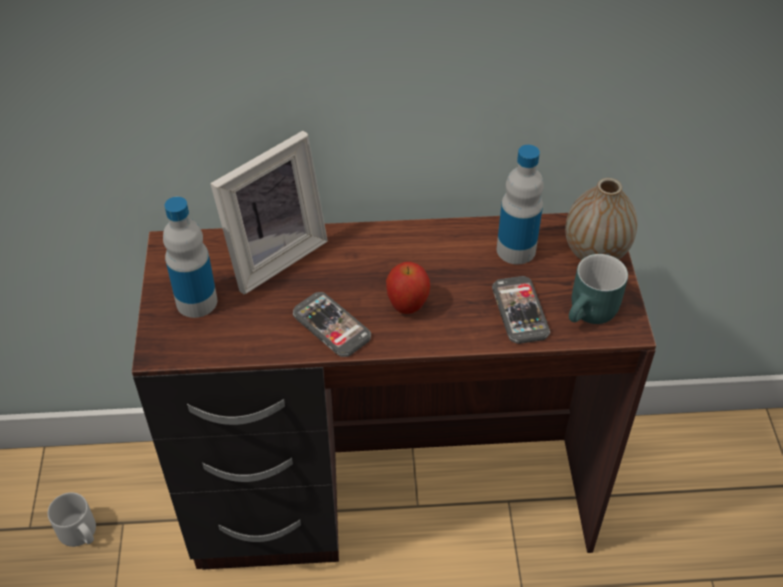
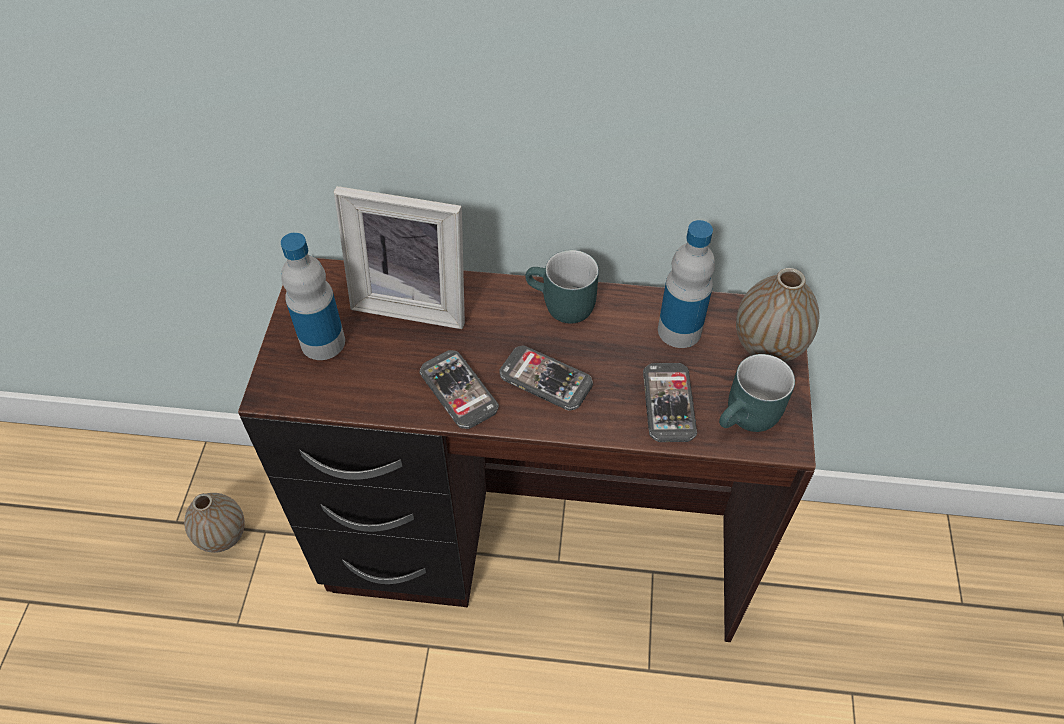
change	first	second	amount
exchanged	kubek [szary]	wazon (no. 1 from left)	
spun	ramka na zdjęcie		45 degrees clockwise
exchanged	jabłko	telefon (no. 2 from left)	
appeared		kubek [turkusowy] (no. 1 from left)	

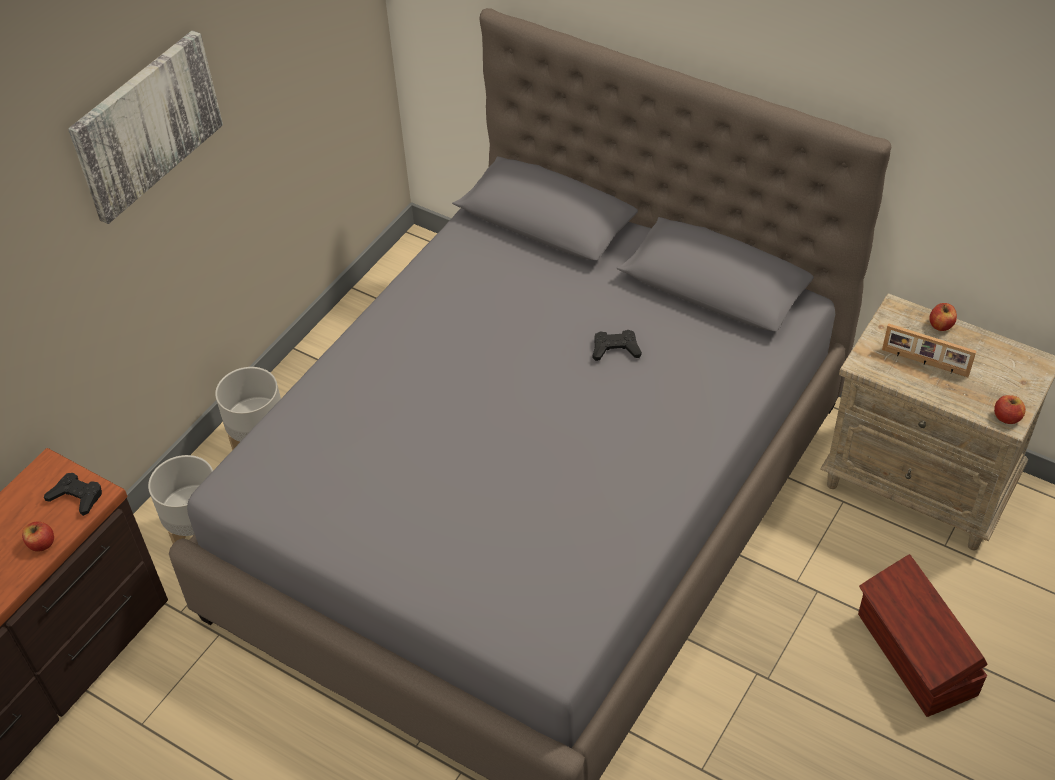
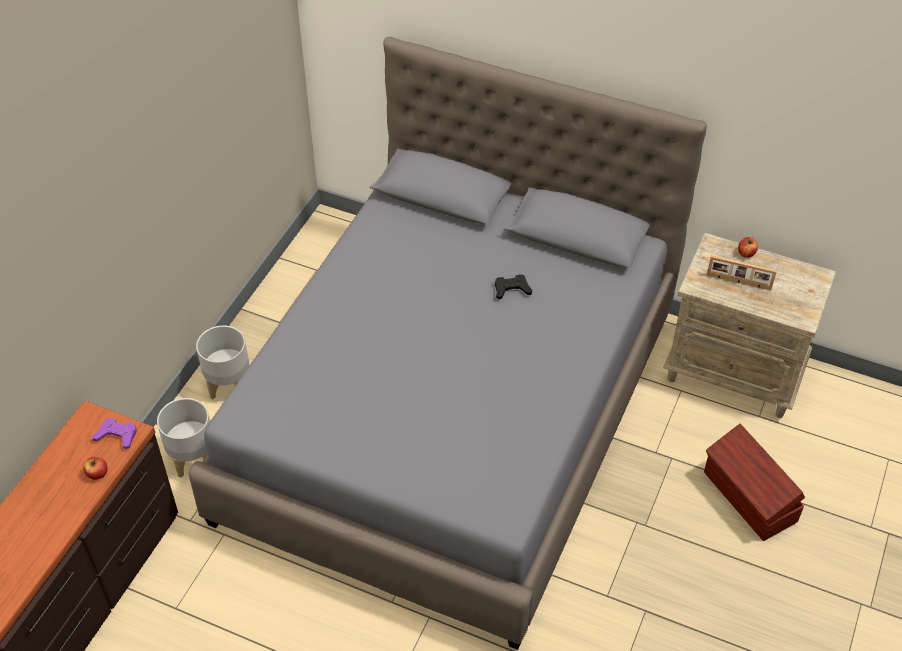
change	first	second	amount
colour	pad do gier [czarny] (no. 1 from left)	pad do gier [fioletowy]	
missing	obraz		
missing	jabłko (no. 3 from left)		

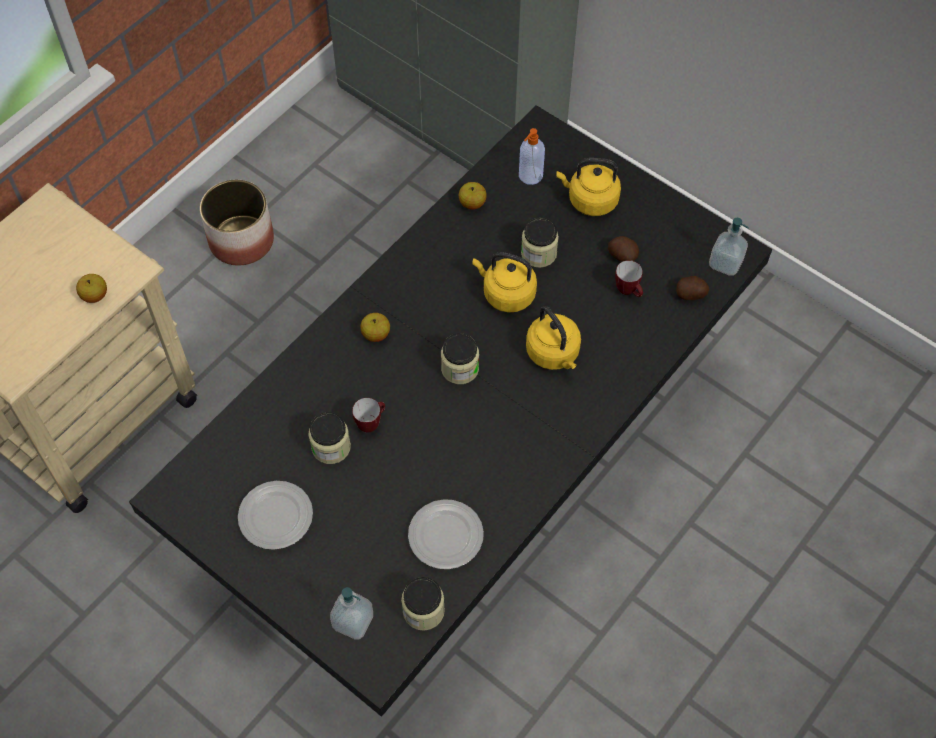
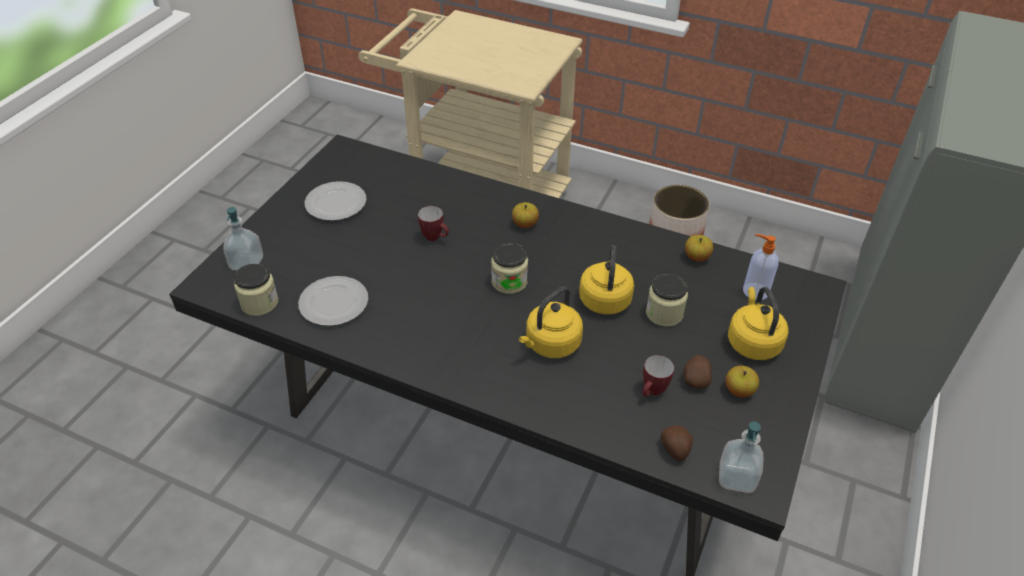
change	first	second	amount
relocated	jabłko (no. 1 from left in the first image)	jabłko (no. 3 from left)	
missing	słoik (no. 1 from left)		

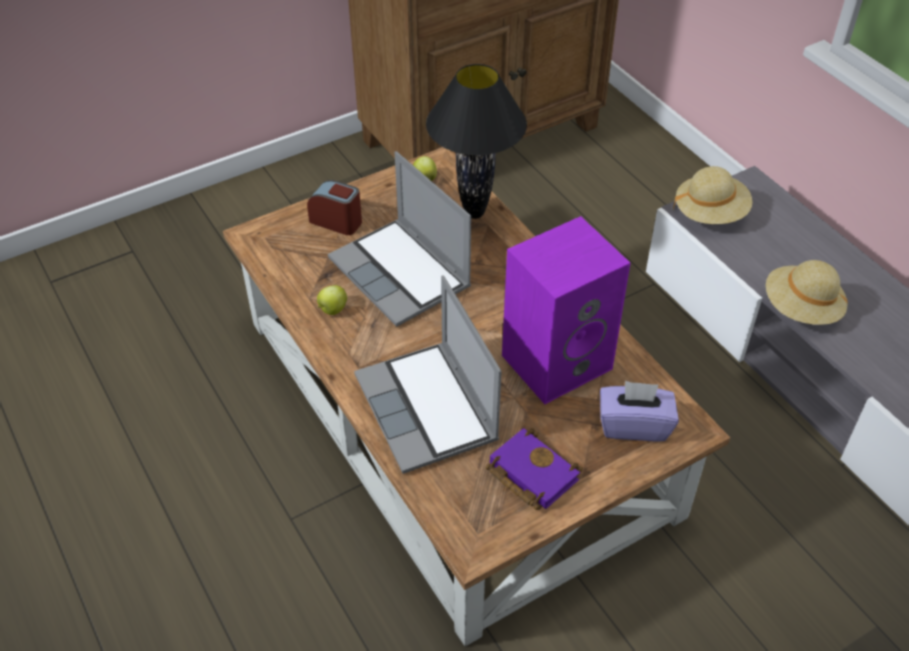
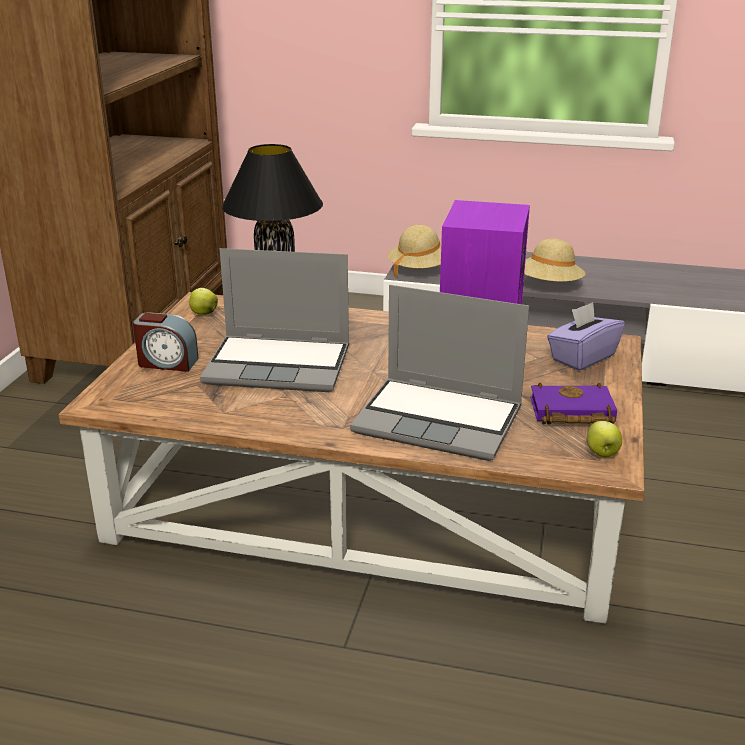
change	first	second	amount
spun	budzik		150 degrees counterclockwise
relocated	jabłko (no. 1 from left in the first image)	jabłko (no. 2 from left)	

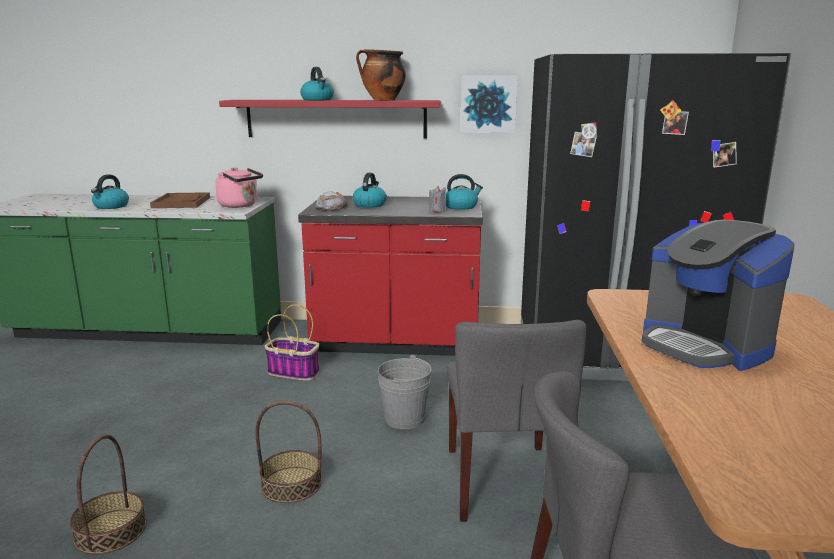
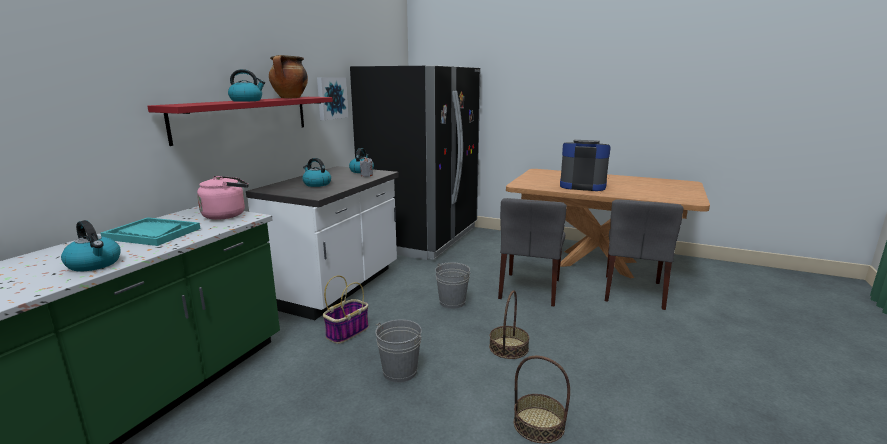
change	first	second	amount
colour	taca [brązowy]	taca [turkusowy]	
colour	zabudowa kuchenna [czerwony]	zabudowa kuchenna [biały]	
appeared		wiadro [szary] (no. 1 from left)	
spun	krzesło [szary] (no. 1 from left)		90 degrees clockwise
spun	ekspres do kawy		150 degrees counterclockwise
missing	chleb		

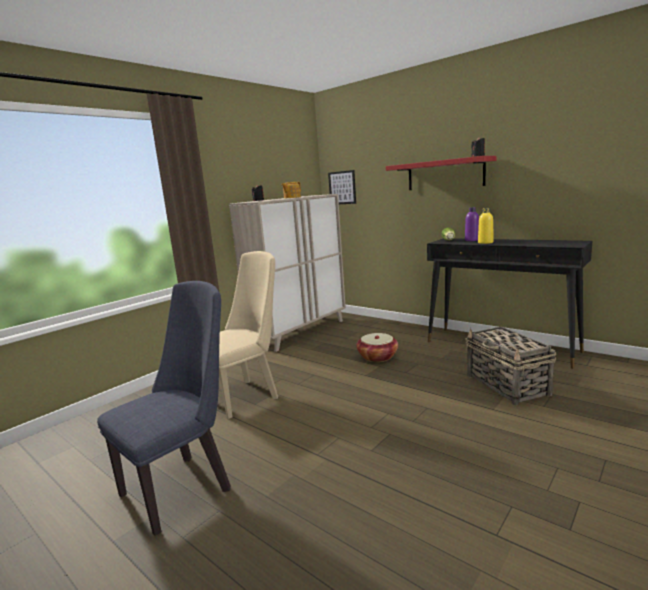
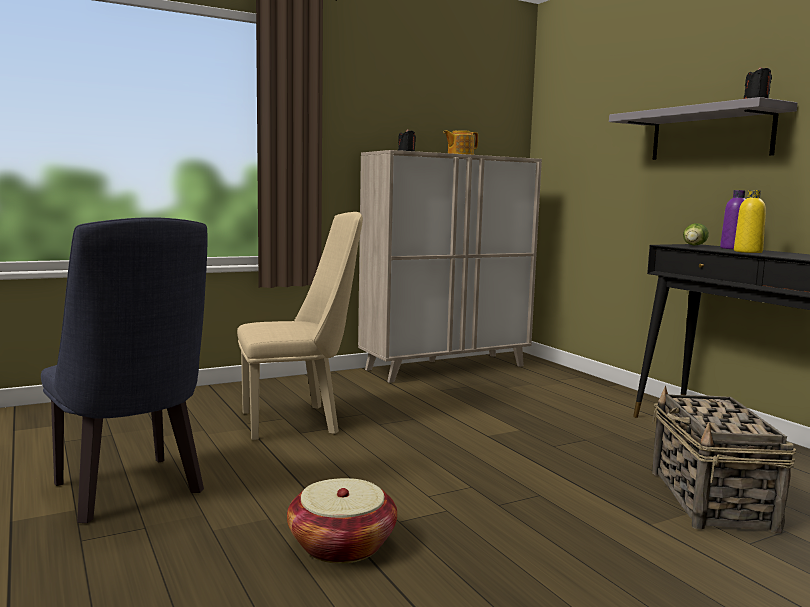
change	first	second	amount
spun	krzesło [niebieski]		75 degrees clockwise
relocated	koszyk (no. 1 from left)		
colour	półka [czerwony]	półka [szary]	
missing	obraz		

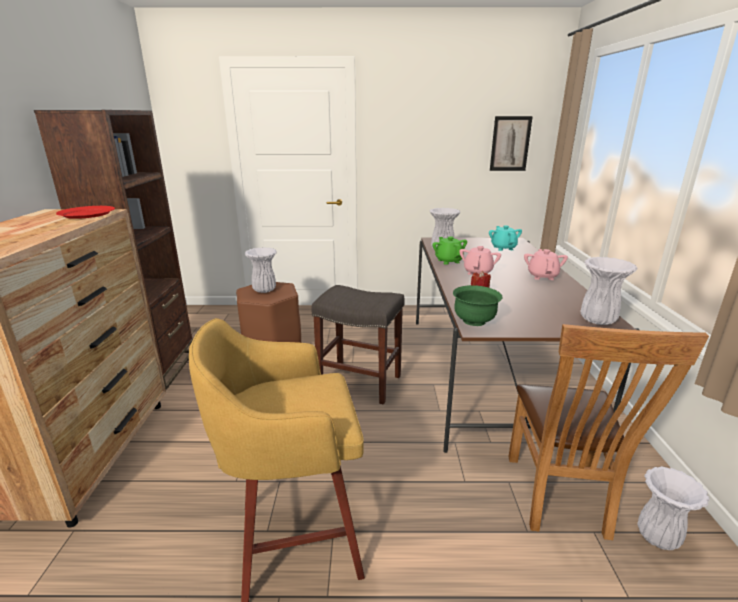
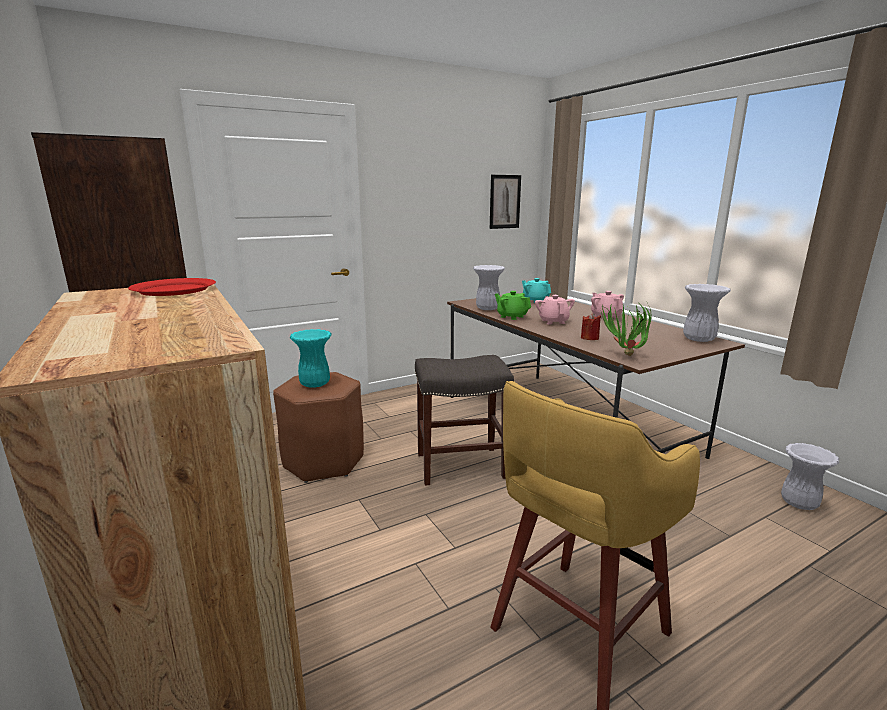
change	first	second	amount
colour	wazon [biały] (no. 1 from left)	wazon [turkusowy]	
exchanged	miska [zielony]	roślina doniczkowa	
missing	krzesło [brązowy]		

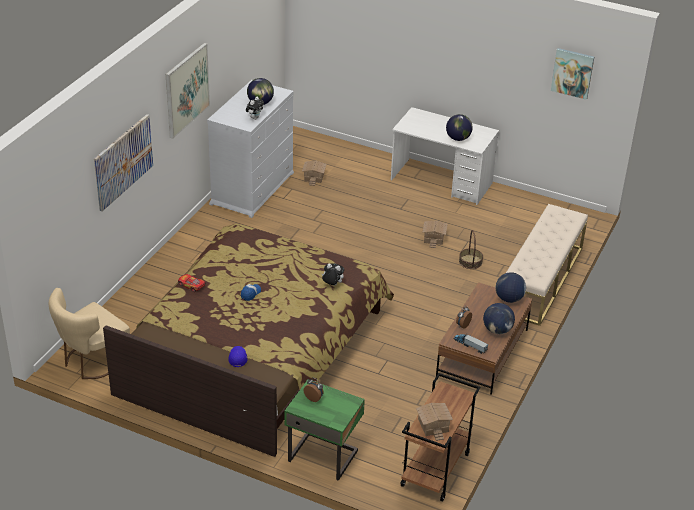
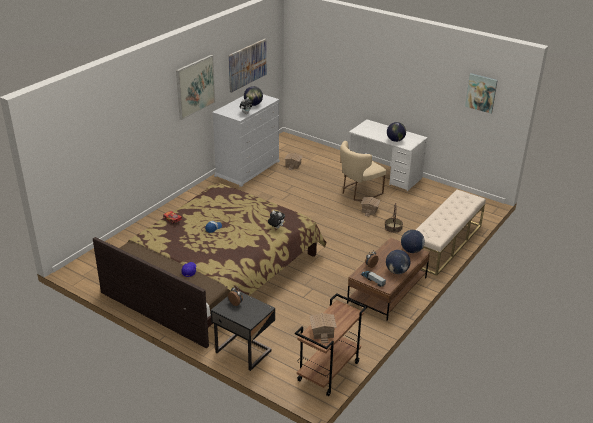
change	first	second	amount
colour	szafka nocna [zielony]	szafka nocna [czarny]	
relocated	obraz (no. 1 from left in the first image)	obraz (no. 2 from left)	
relocated	krzesło [beżowy]		

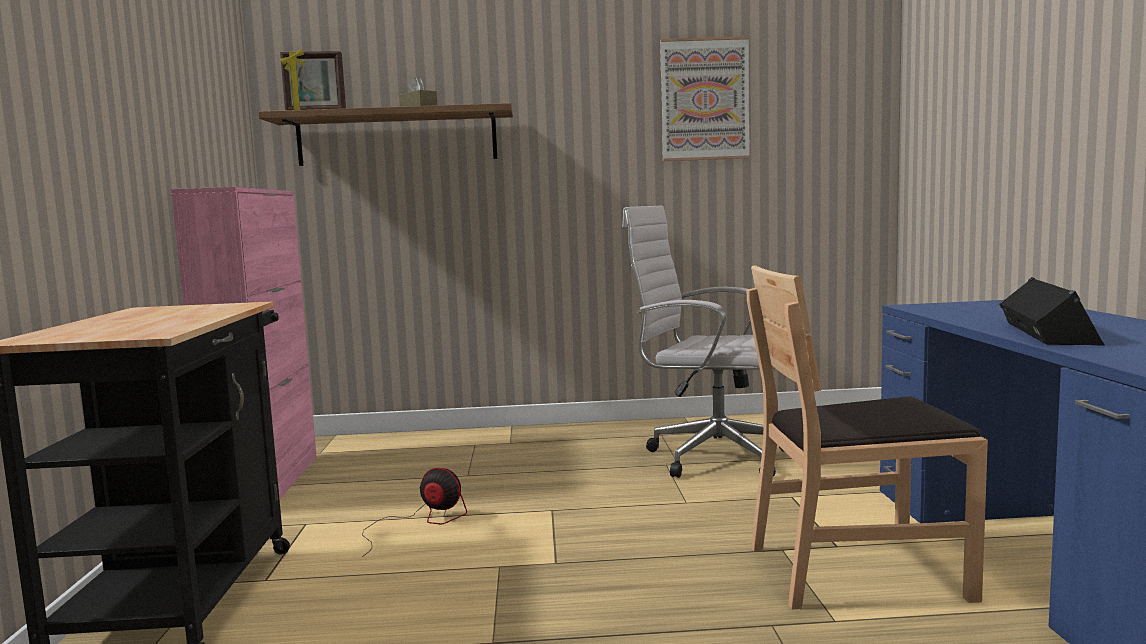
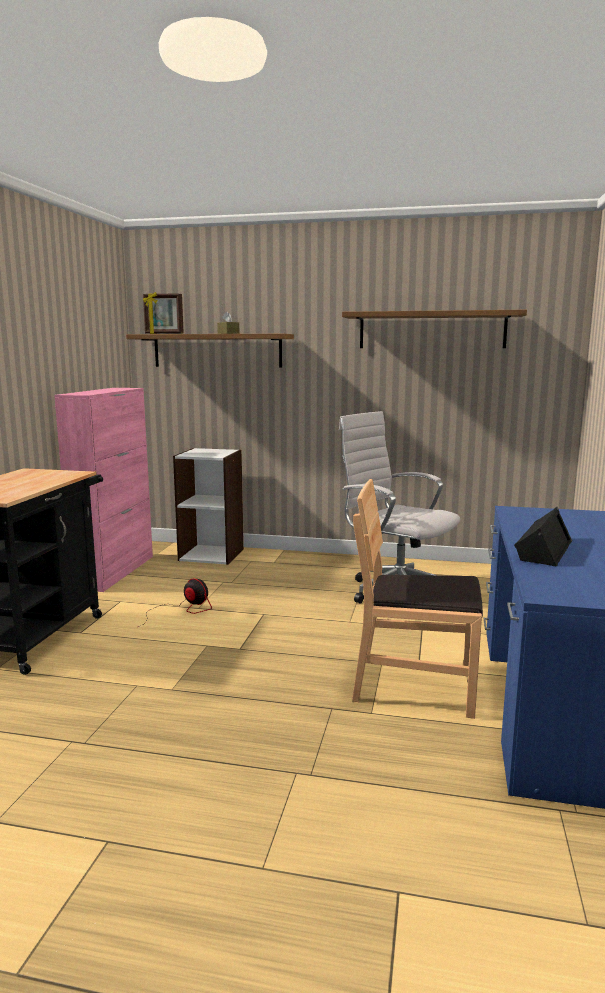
change	first	second	amount
appeared		regał [biały]	
exchanged	obraz	półka (no. 2 from left)	

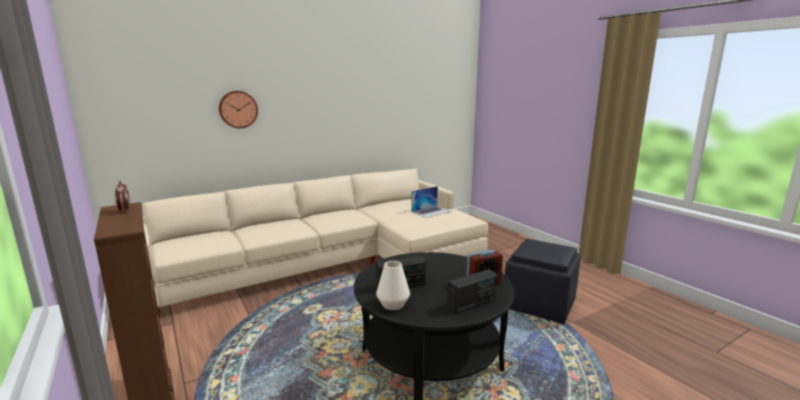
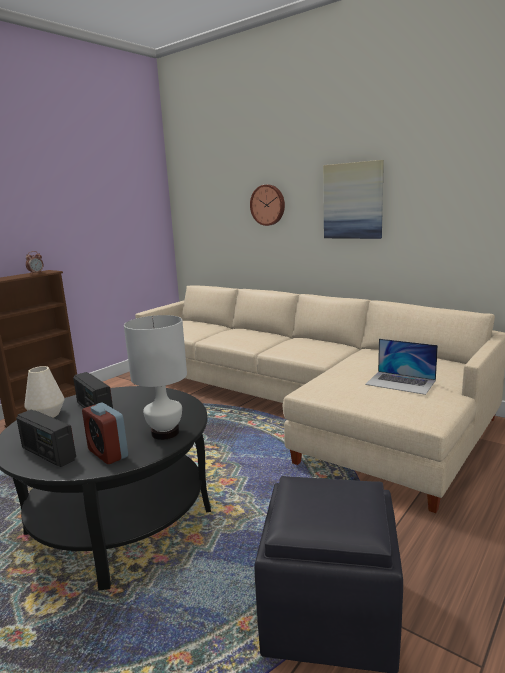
change	first	second	amount
appeared		lampa stołowa [biały]	
appeared		obraz	

